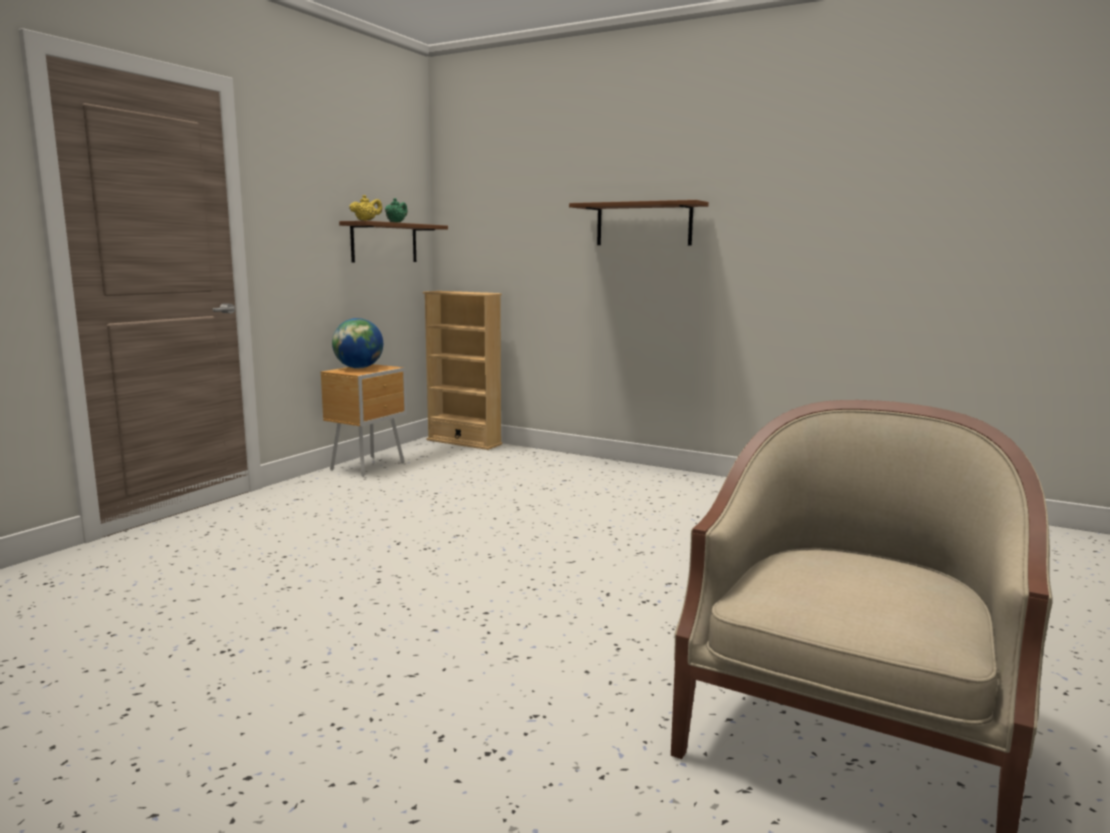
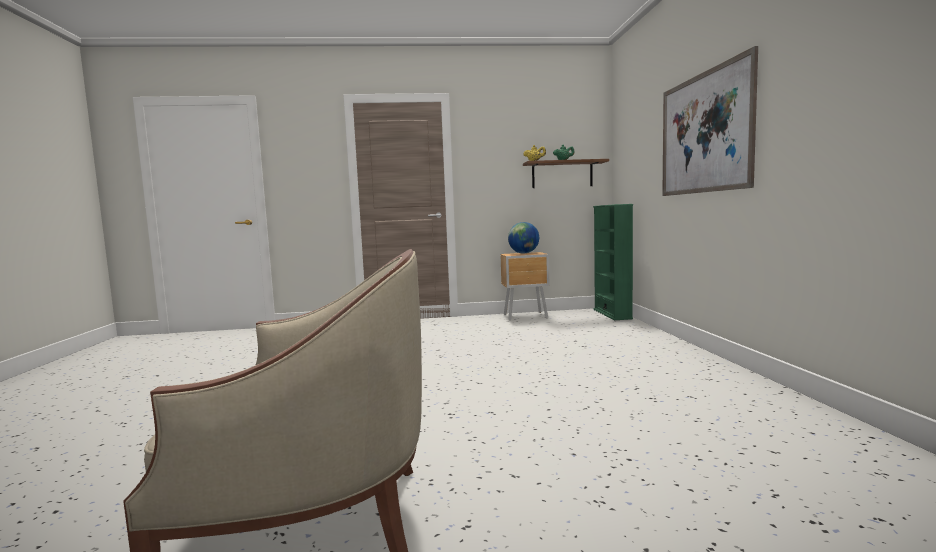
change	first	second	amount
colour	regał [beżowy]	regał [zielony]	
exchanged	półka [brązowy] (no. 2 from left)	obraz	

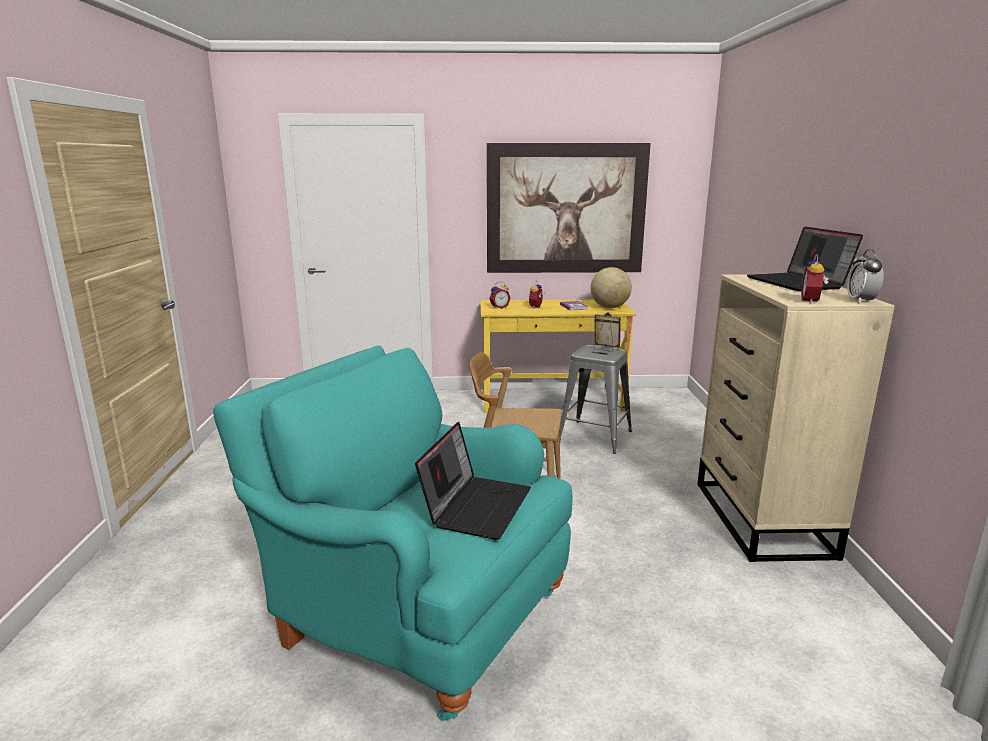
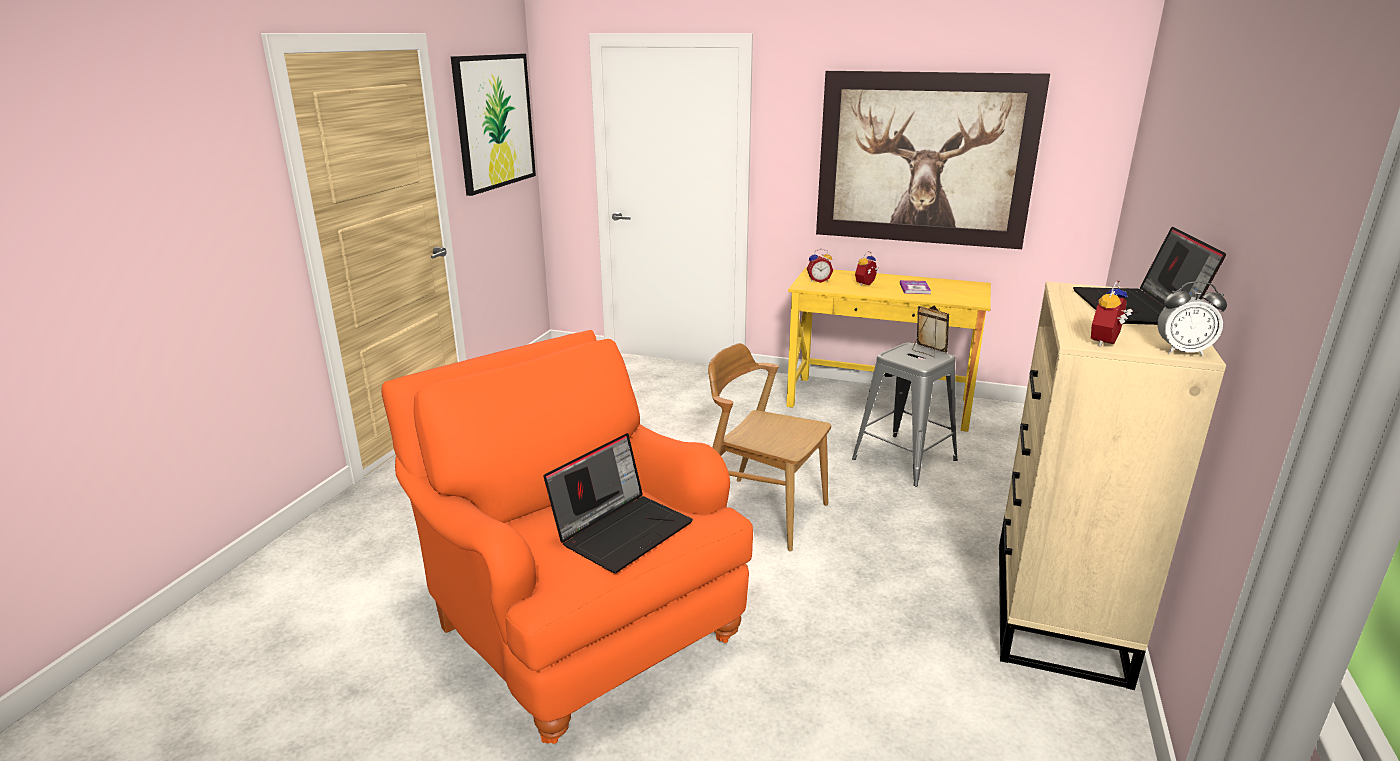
change	first	second	amount
colour	fotel [turkusowy]	fotel [pomarańczowy]	
appeared		obraz (no. 1 from left)	
spun	budzik (no. 4 from left)		105 degrees counterclockwise
missing	globus		

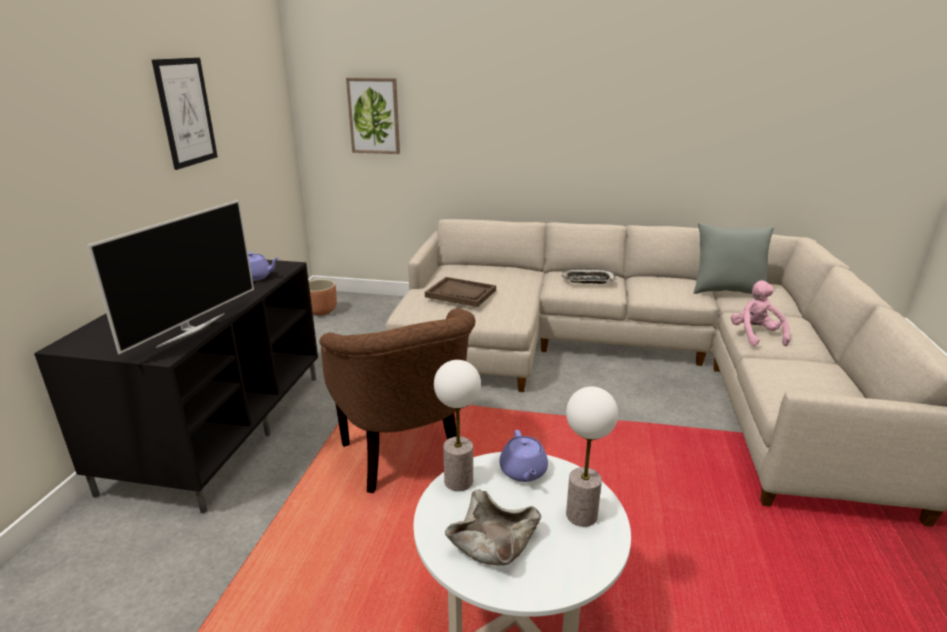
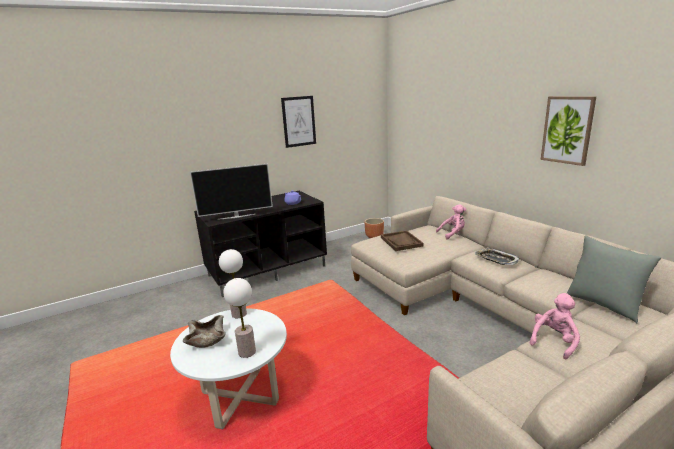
change	first	second	amount
appeared		pluszak [różowy] (no. 1 from left)	
relocated	obraz (no. 2 from left)		
missing	fotel [brązowy]		
missing	imbryk [fioletowy] (no. 2 from left)		

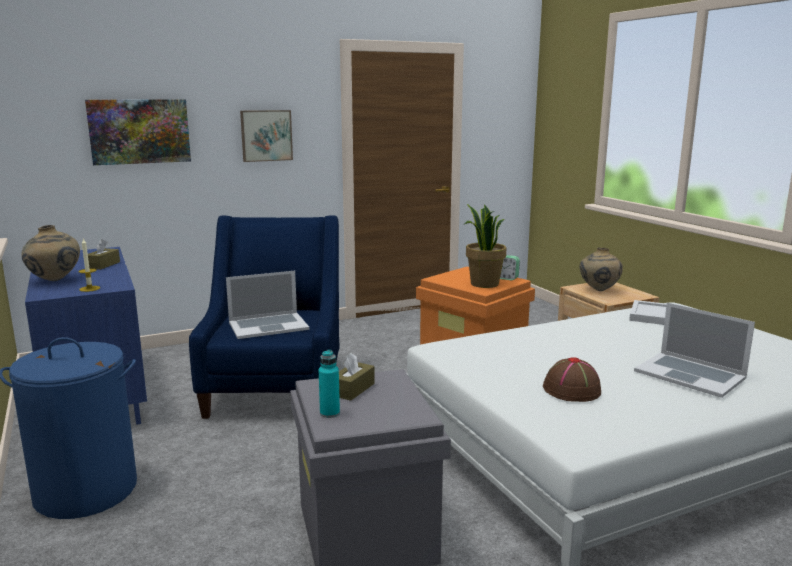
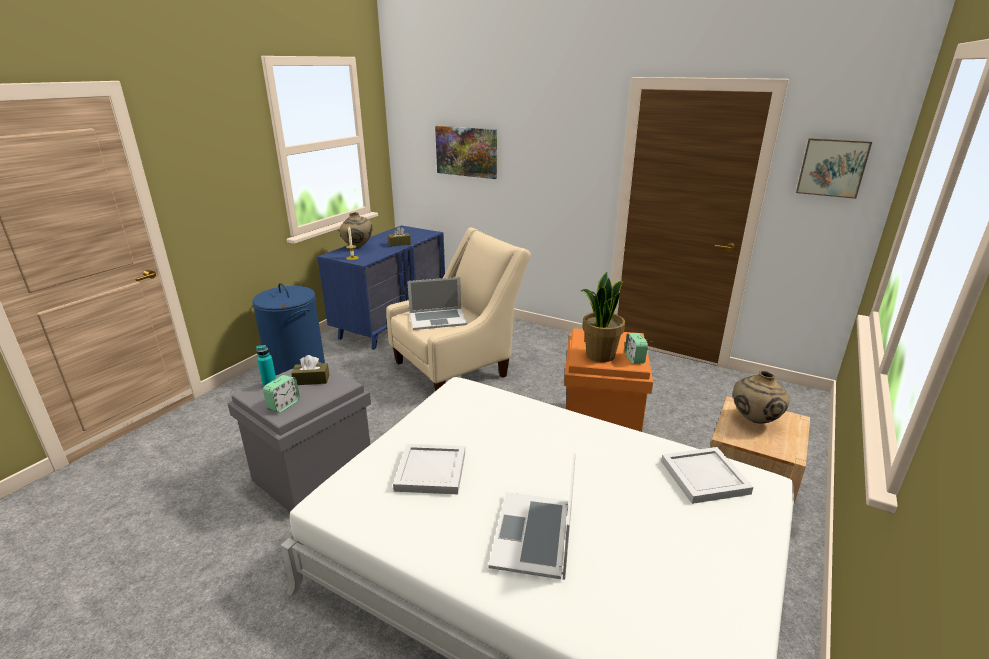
change	first	second	amount
appeared		budzik (no. 1 from left)	
colour	fotel [niebieski]	fotel [beżowy]	
exchanged	kapelusz [brązowy]	taca [biały] (no. 1 from left)	
spun	laptop (no. 1 from left)		45 degrees counterclockwise
relocated	obraz (no. 2 from left)		

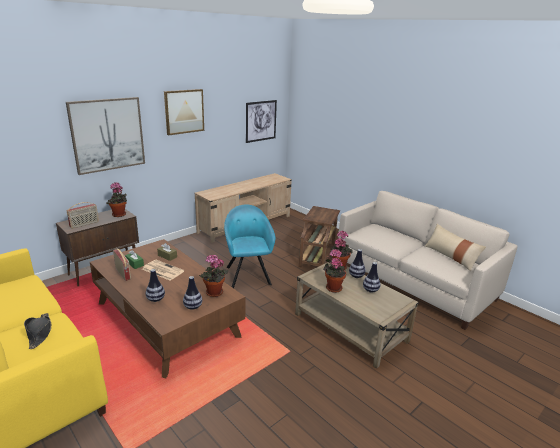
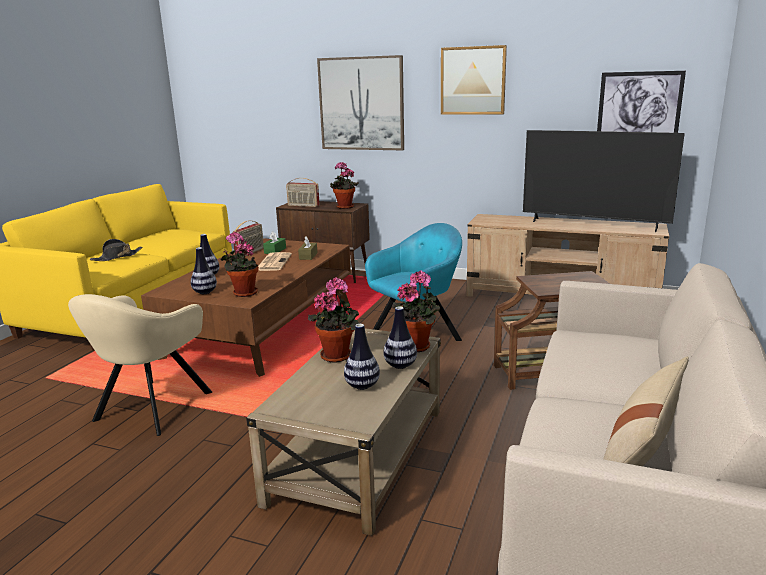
change	first	second	amount
appeared		fotel [beżowy]	
appeared		telewizor	

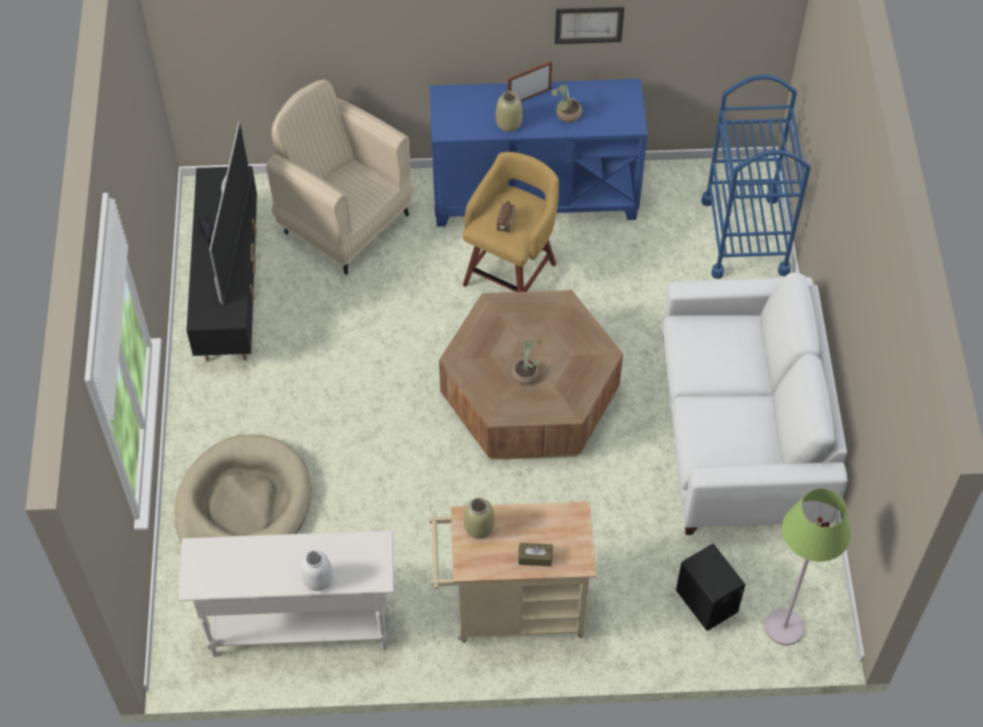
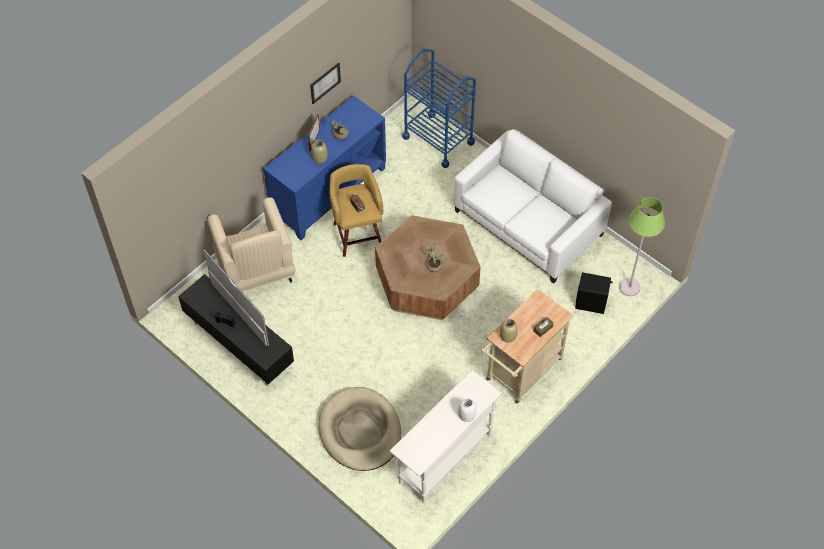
change	first	second	amount
spun	fotel [beżowy]		105 degrees counterclockwise

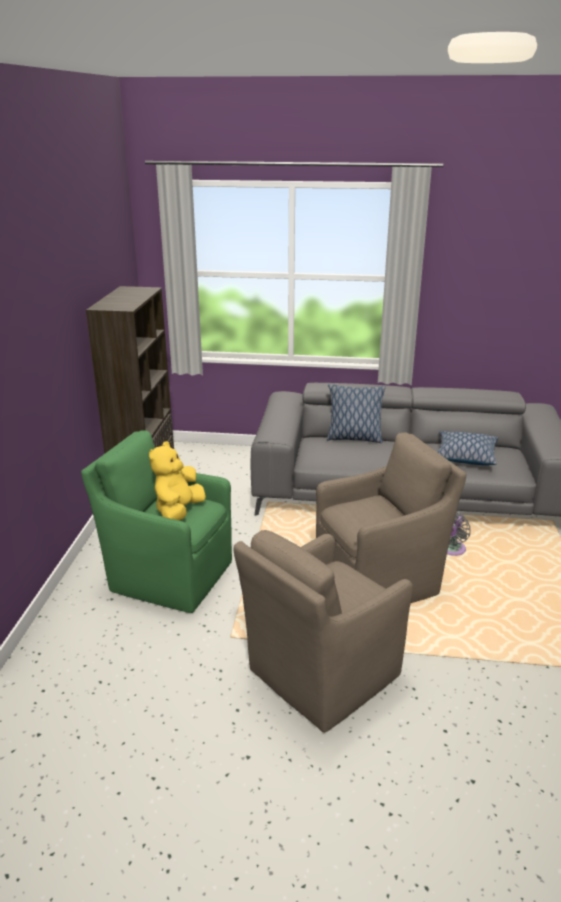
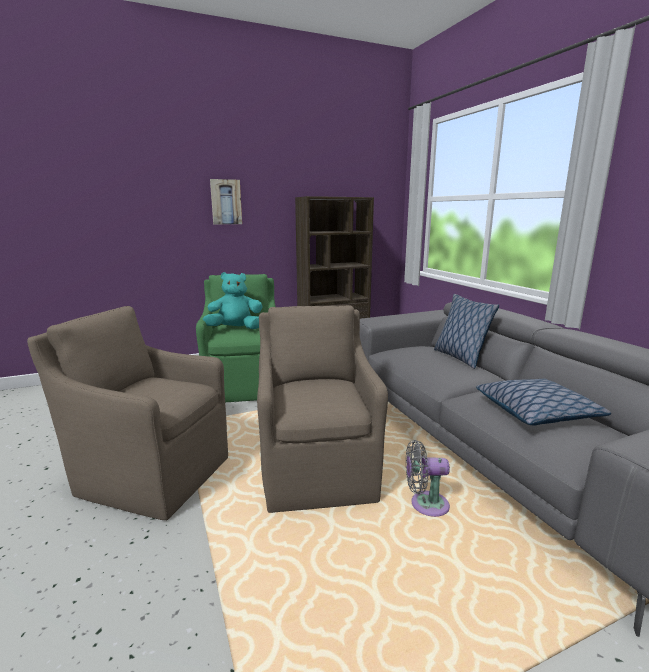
change	first	second	amount
colour	pluszak [żółty]	pluszak [turkusowy]	
appeared		obraz	
spun	fotel [brązowy] (no. 2 from left)		135 degrees counterclockwise

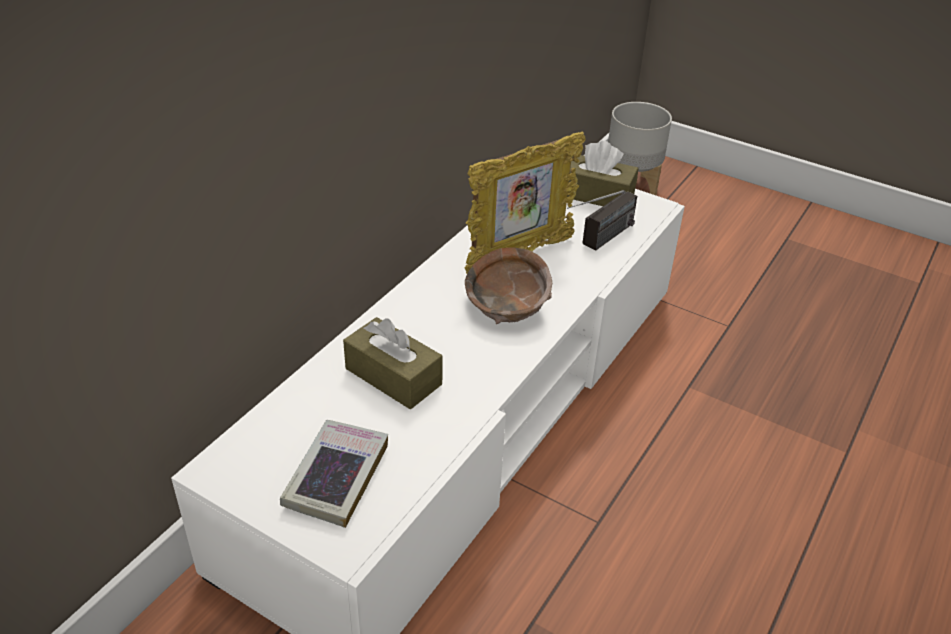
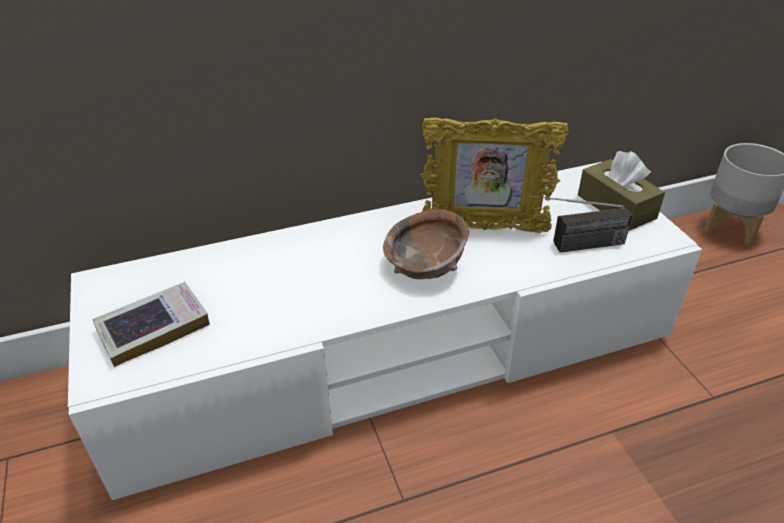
change	first	second	amount
missing	pudełko chusteczek [brązowy] (no. 1 from left)		

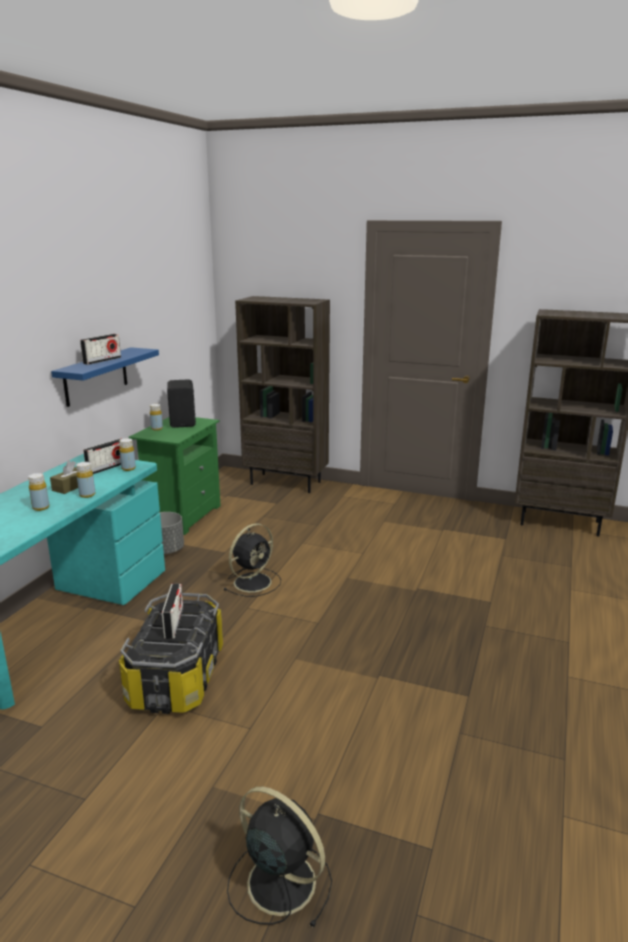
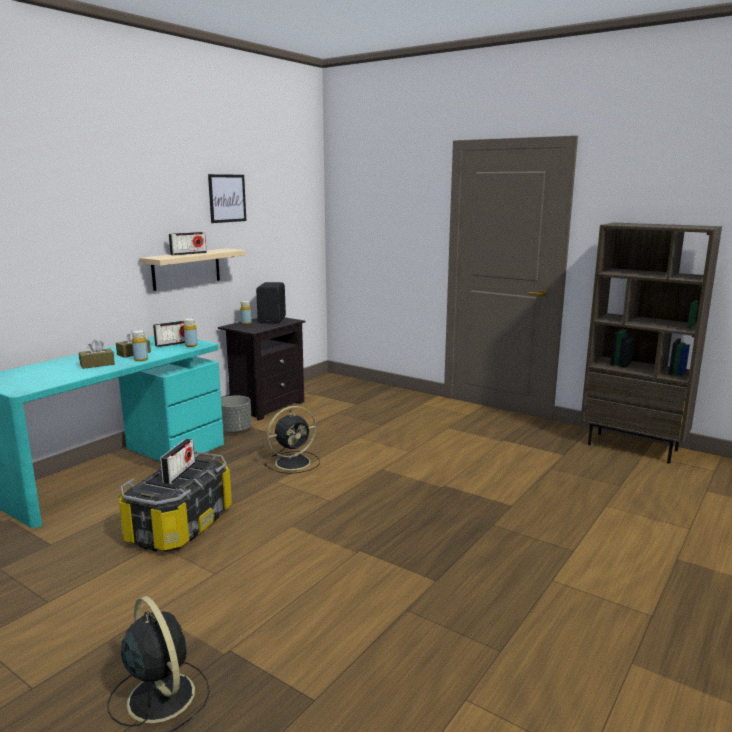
change	first	second	amount
exchanged	butelka [żółty] (no. 1 from left)	pudełko chusteczek [brązowy] (no. 1 from left)	
colour	półka [niebieski]	półka [beżowy]	
appeared		obraz	
colour	szafka nocna [zielony]	szafka nocna [czarny]	
missing	regał [brązowy] (no. 1 from left)		

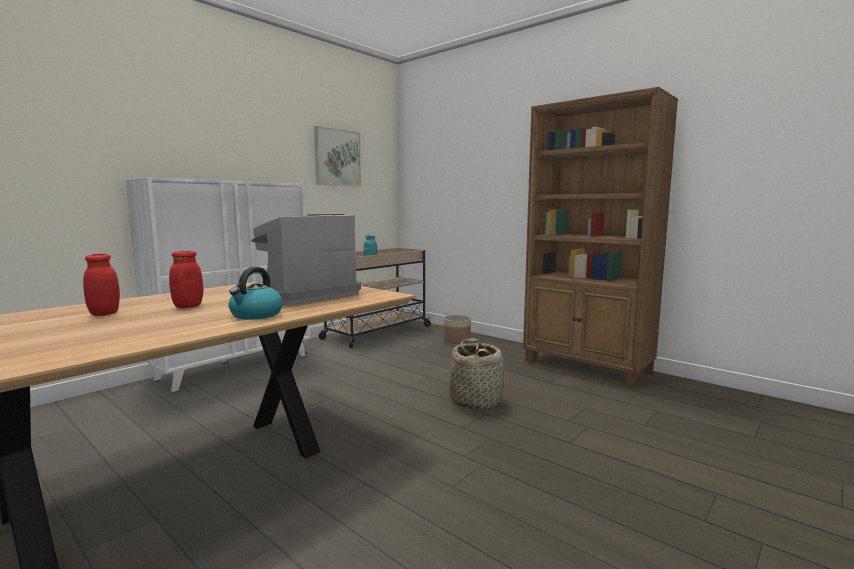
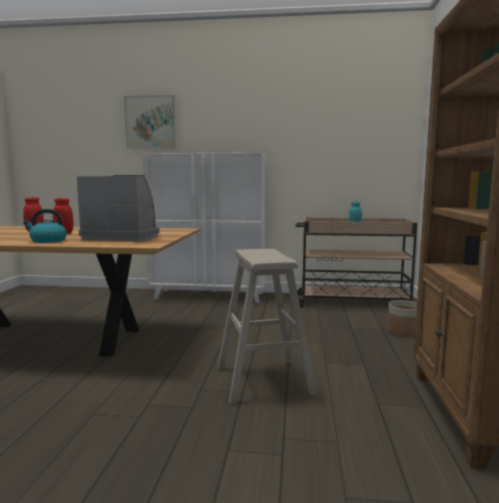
change	first	second	amount
relocated	obraz		
exchanged	koszyk	stołek [beżowy]	

